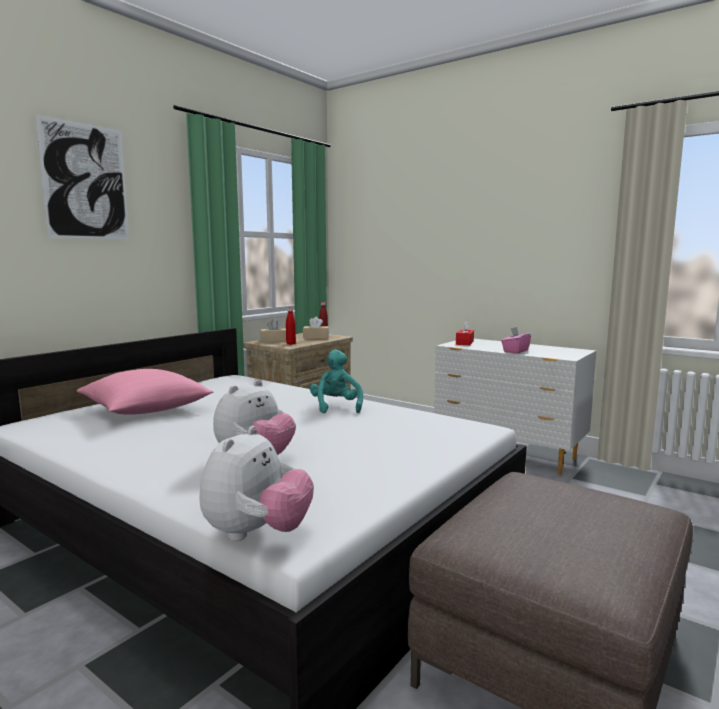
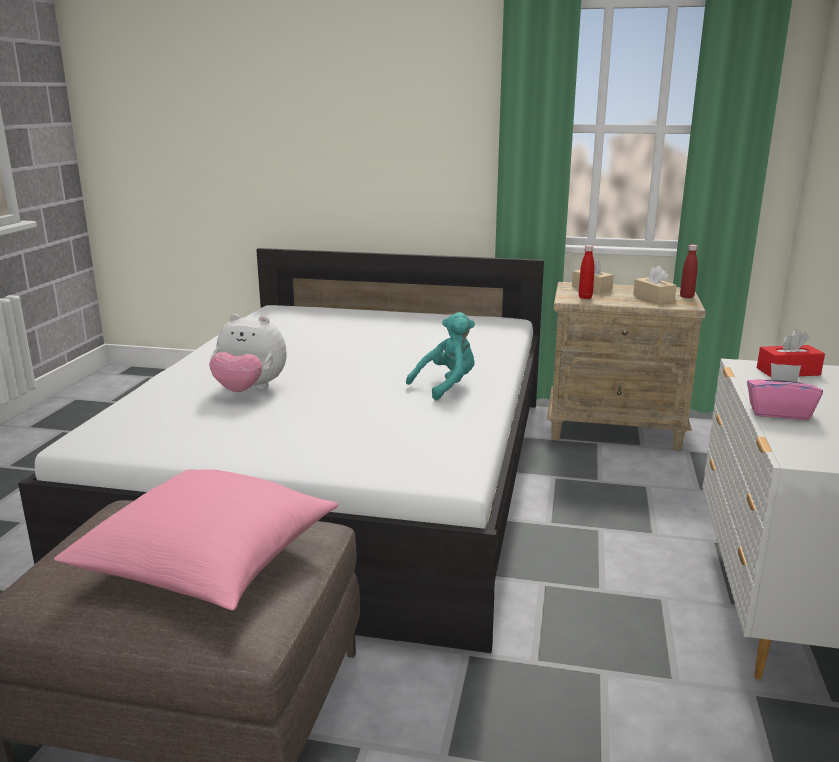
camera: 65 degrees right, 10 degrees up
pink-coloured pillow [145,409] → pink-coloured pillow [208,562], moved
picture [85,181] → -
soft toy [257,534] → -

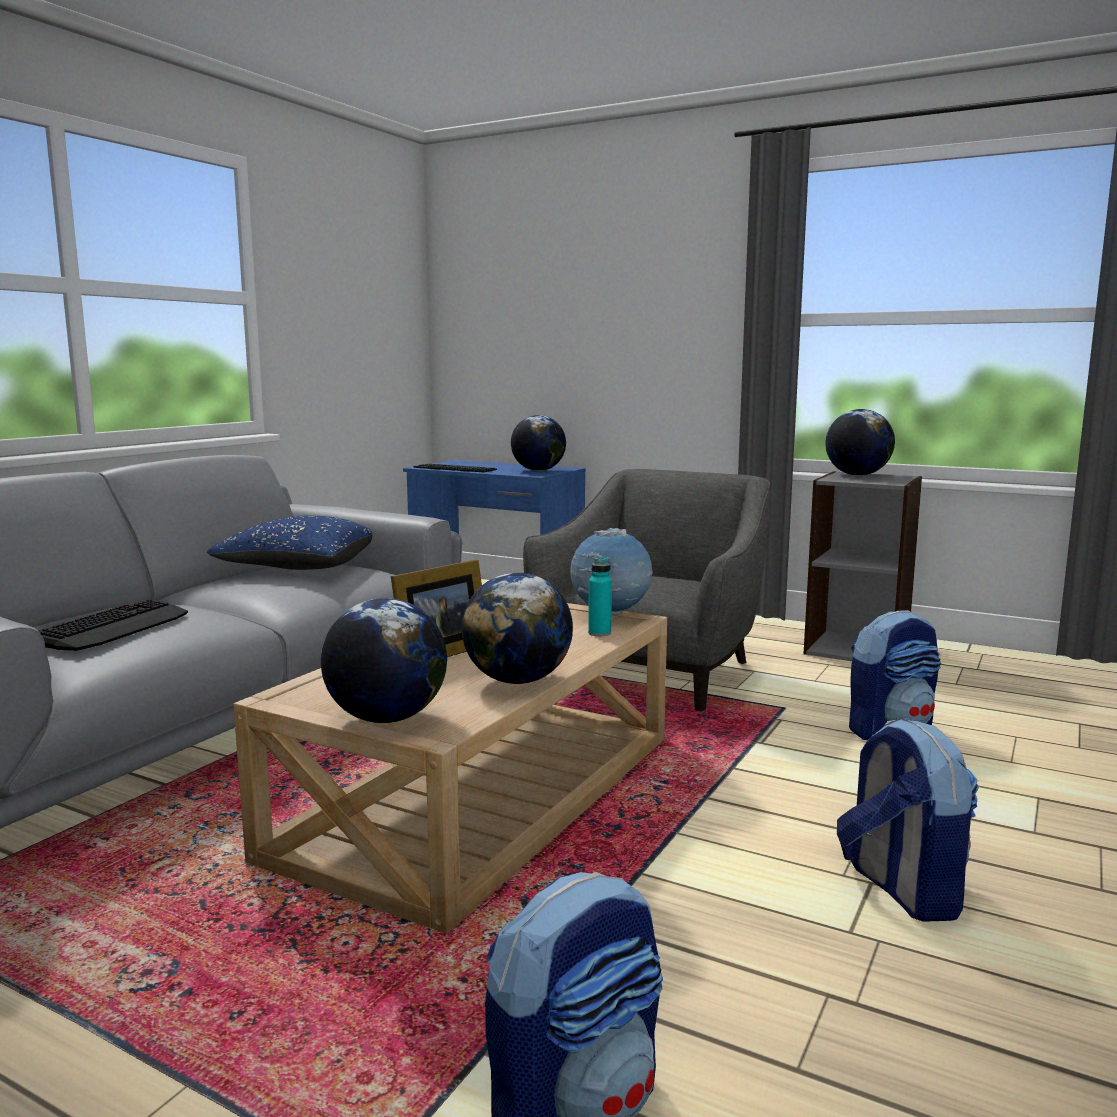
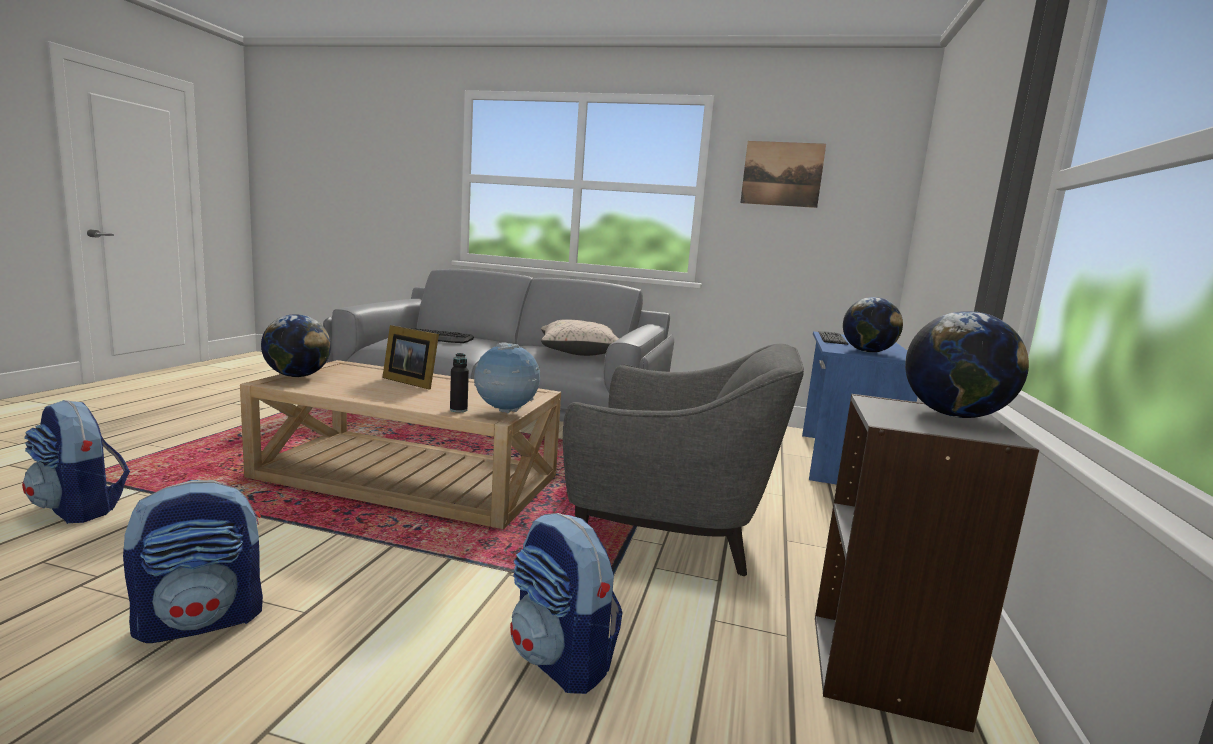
camera: 75 degrees right, 0 degrees up
turquoise bottle [599,633] → black bottle [458,410]
blue pillow [298,568] → beige pillow [579,352]
- → picture [782,174]
desk globe [518,680] → -

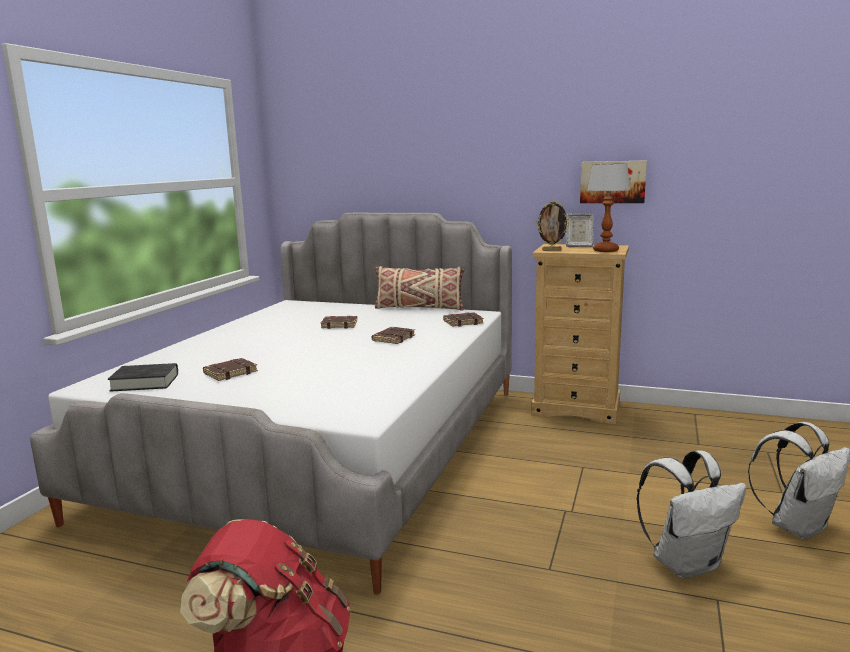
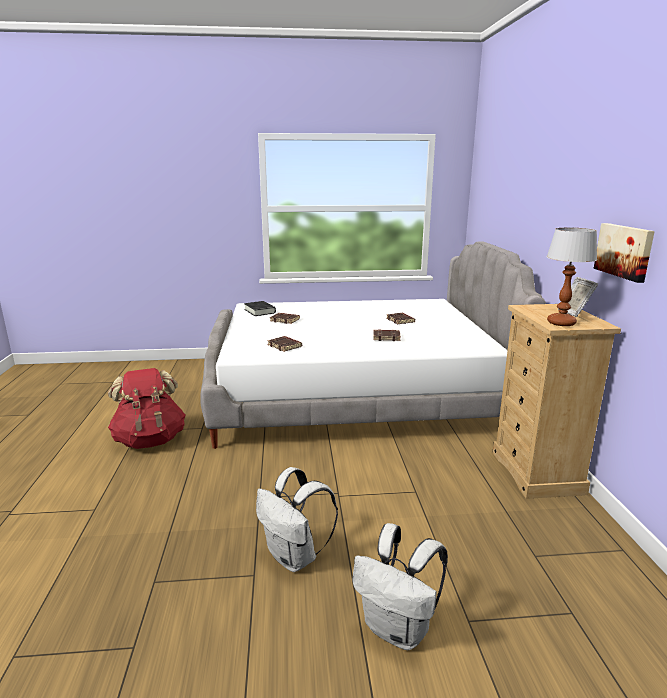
camera: 65 degrees right, 5 degrees up
brown bound book [463,322] → brown bound book [285,346], moved
beige pillow [419,308] → -
standing frame [551,250] → -

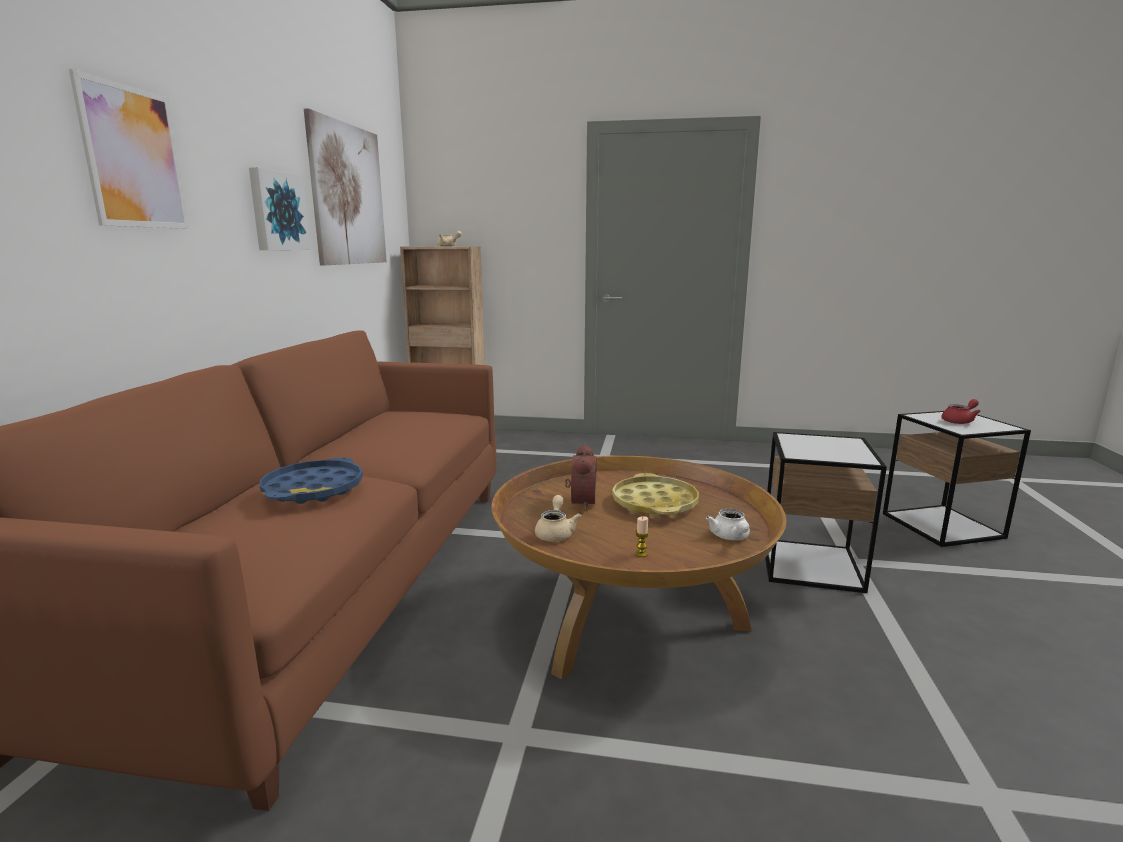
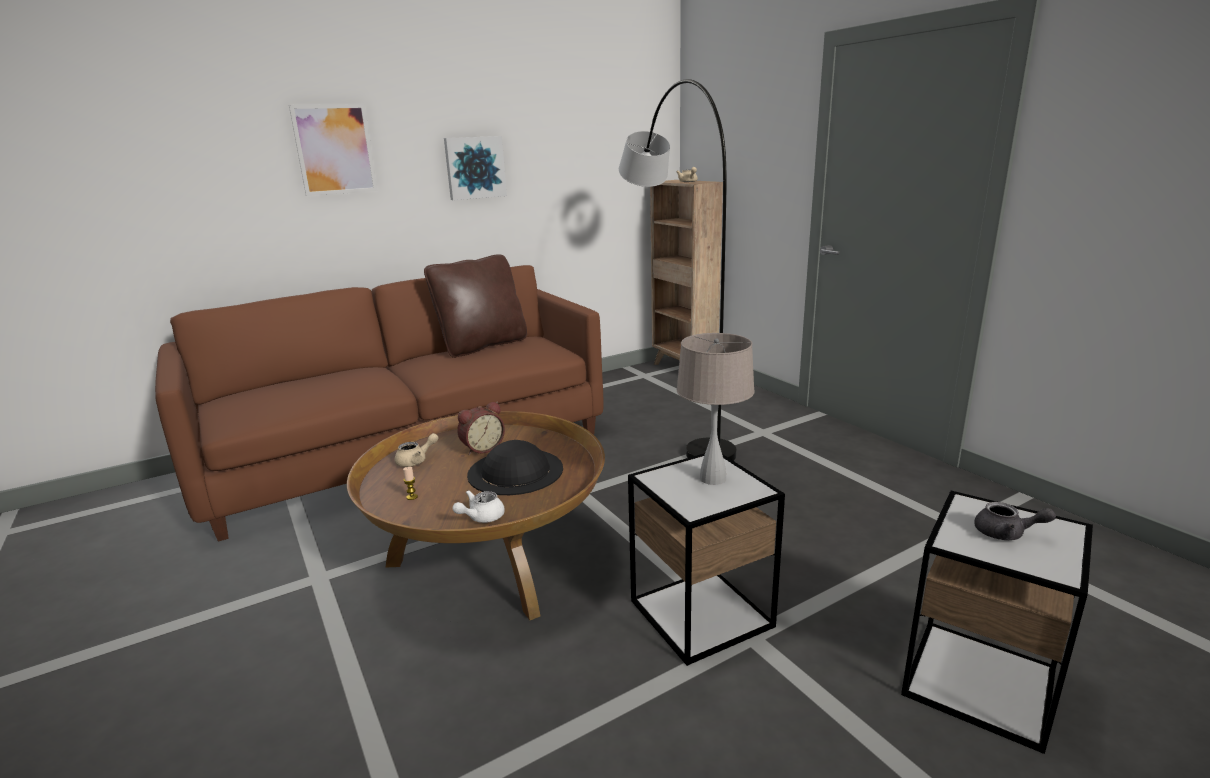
camera: 50 degrees right, 5 degrees up
- → brown pillow [482,345]
yellow carrying tray [655,503] → black hat [515,471]
- → greyish standing lamp [673,420]
- → beige tabletop lamp [713,478]
red tea pot [959,421] → greyish tea pot [1006,534]
blue carrying tray [313,489] → -
picture [348,195] → -

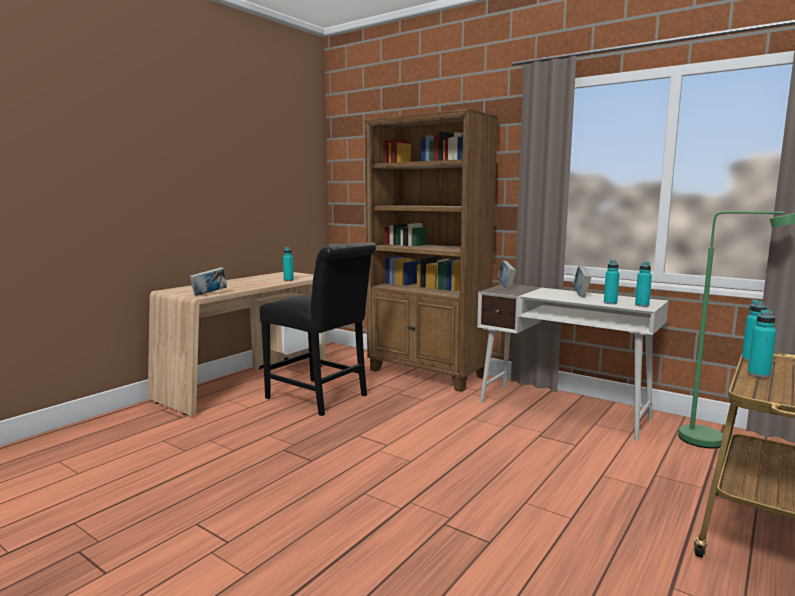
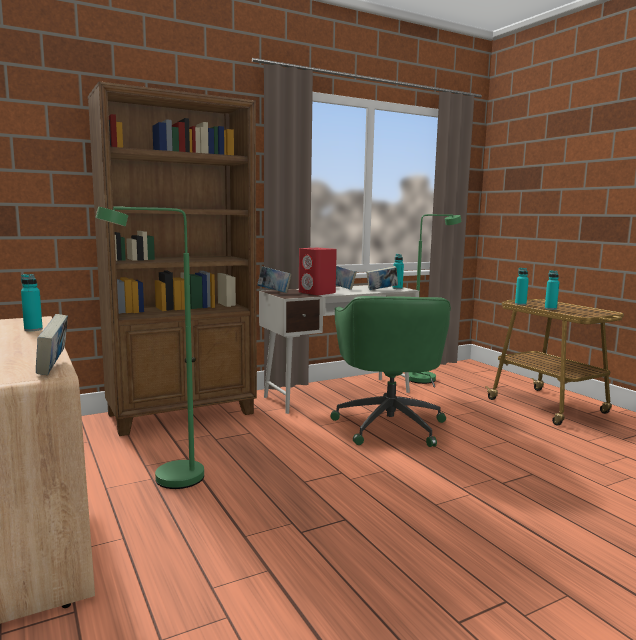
camera: 65 degrees left, 0 degrees up
black chair [320,398] → greenish standing lamp [166,481]
- → red speaker [317,293]
- → greenish computer chair [389,425]
turquoise bottle [610,303] → bound book [381,290]

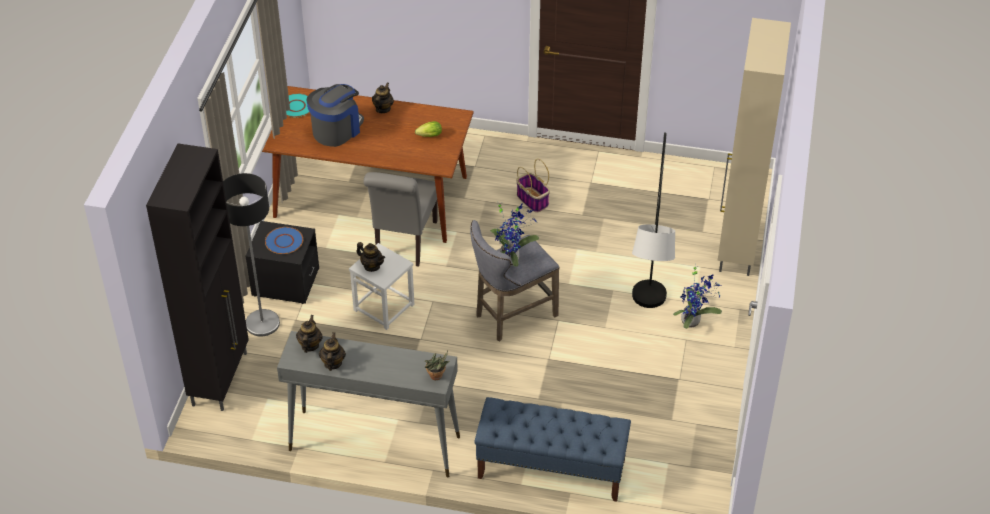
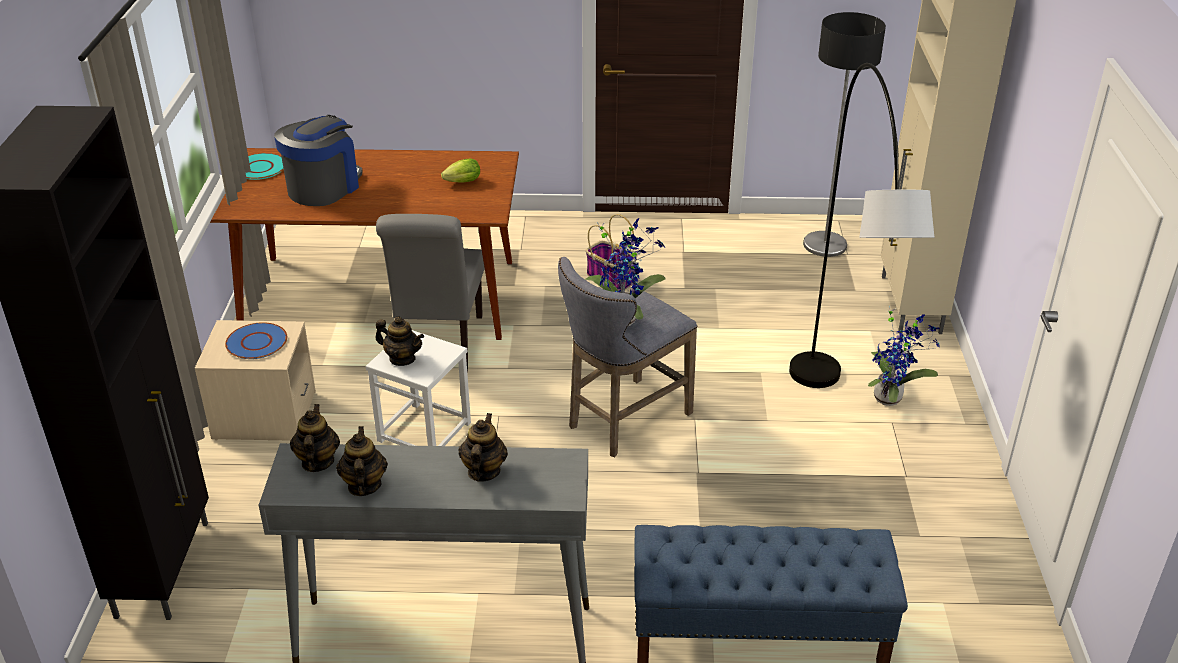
camera: 10 degrees left, 10 degrees down
black night table [285,282] → beige night table [264,416]
tea pot [383,109] → tea pot [483,471], moved
standing lamp [263,323] → standing lamp [825,245], moved
potted plant [437,377] → -

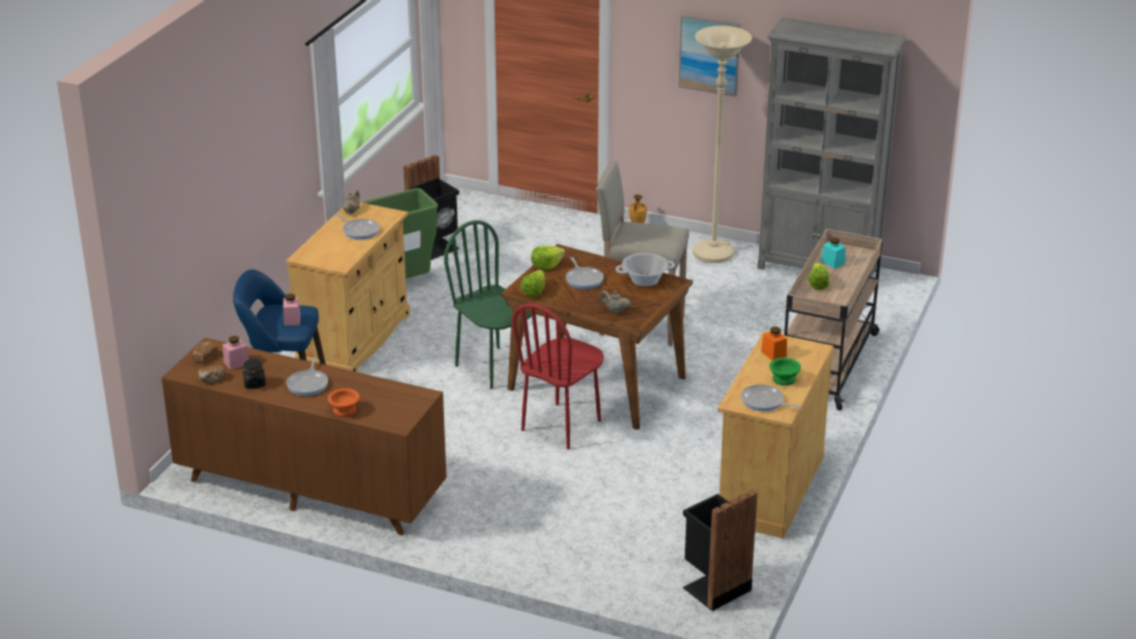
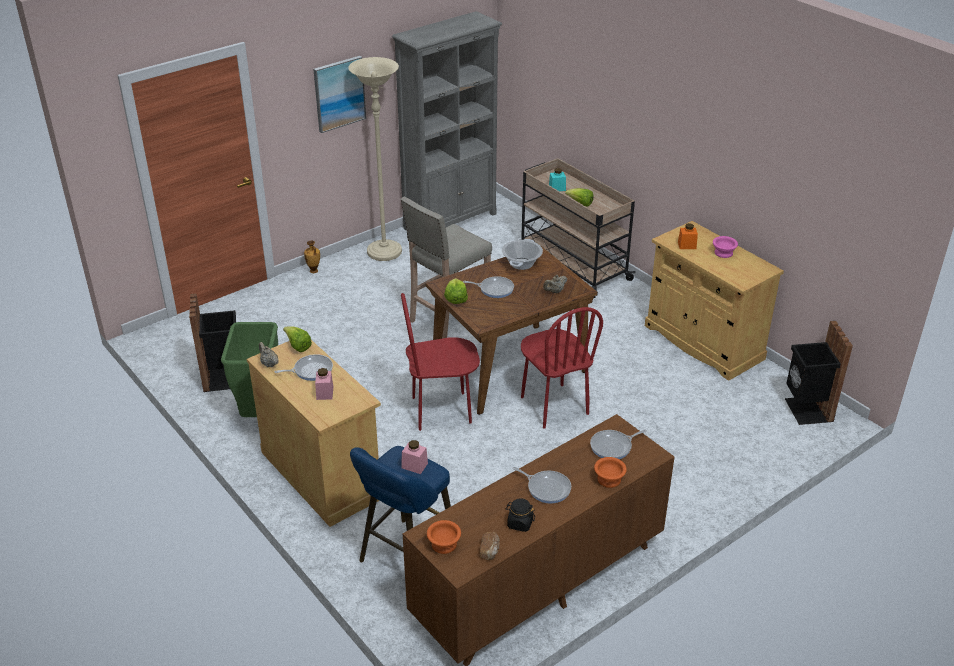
camera: 60 degrees left, 5 degrees up
lettuce head [534,291] → lettuce head [297,346], moved
pink-coloured storage jar [236,363] → pink-coloured storage jar [324,393], moved
greenish chair [494,368] → red chair [441,410]
baked bread [204,357] → orange-coloured bowl [443,544]
skillet [764,402] → skillet [613,447], moved
greenish bowl [783,379] → pink-coloured bowl [723,253]

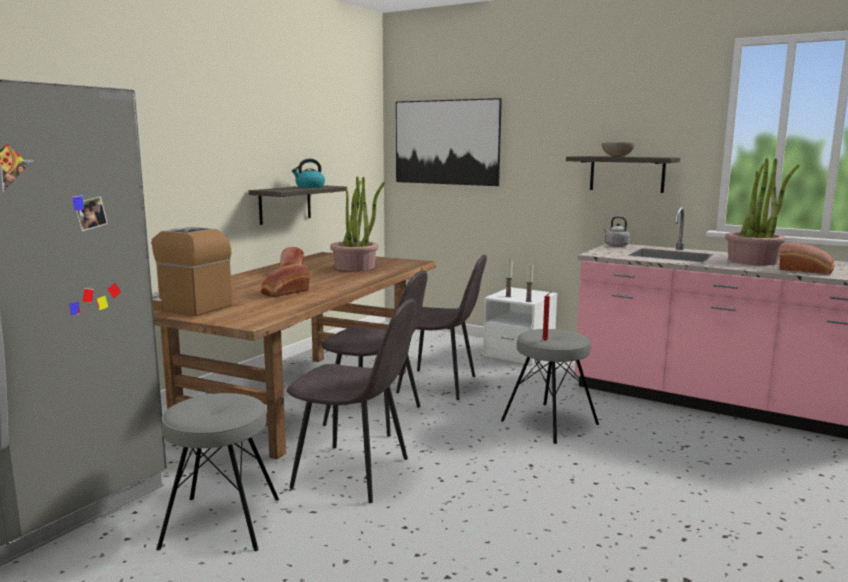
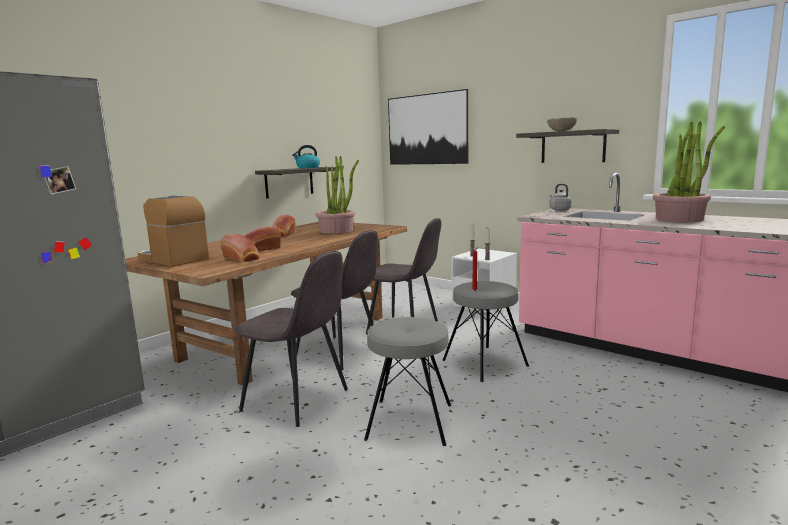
camera: 10 degrees right, 0 degrees up
baked bread [806,271] → baked bread [242,258], moved
greyish stool seat [222,523] → greyish stool seat [410,421], moved

